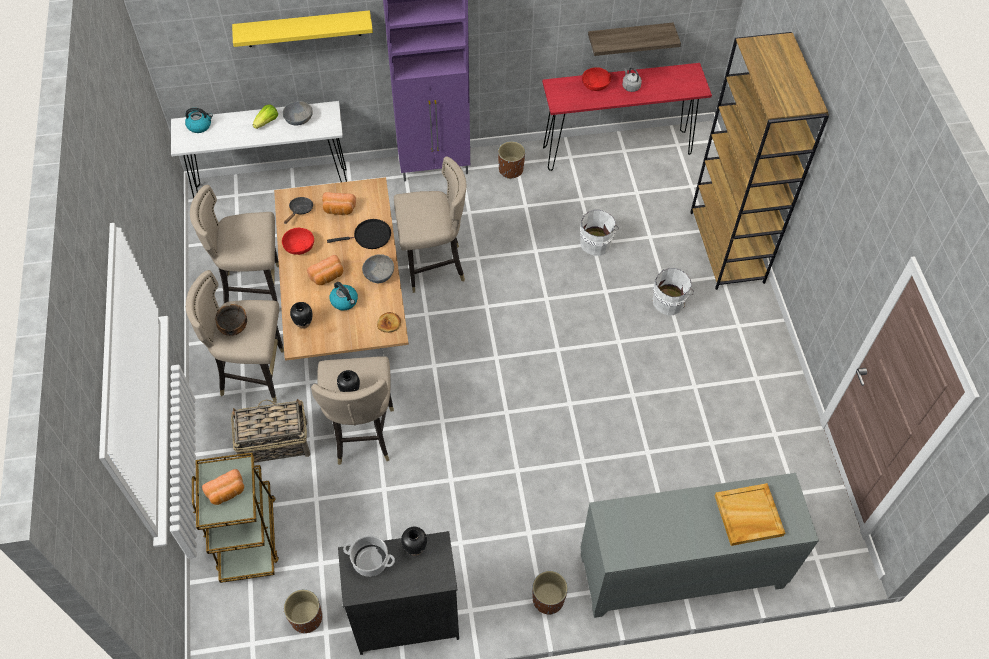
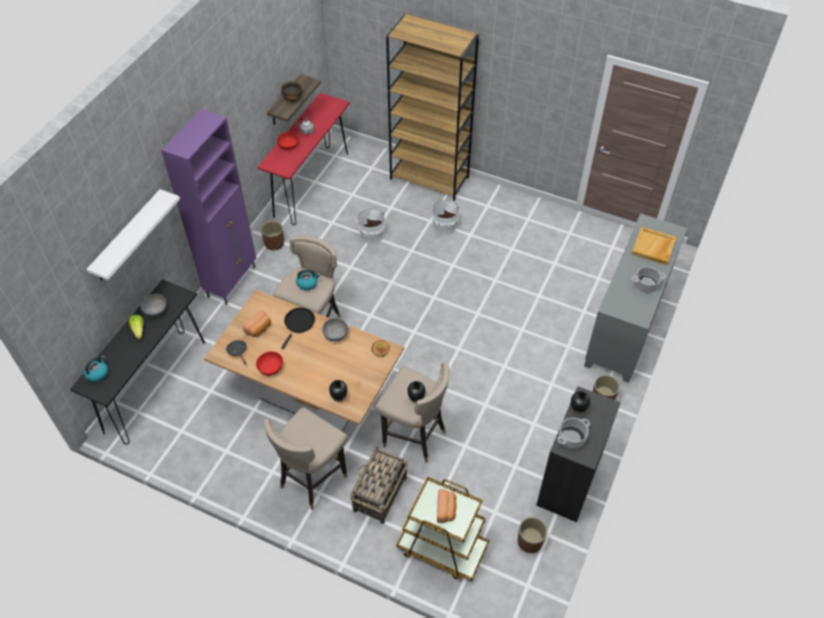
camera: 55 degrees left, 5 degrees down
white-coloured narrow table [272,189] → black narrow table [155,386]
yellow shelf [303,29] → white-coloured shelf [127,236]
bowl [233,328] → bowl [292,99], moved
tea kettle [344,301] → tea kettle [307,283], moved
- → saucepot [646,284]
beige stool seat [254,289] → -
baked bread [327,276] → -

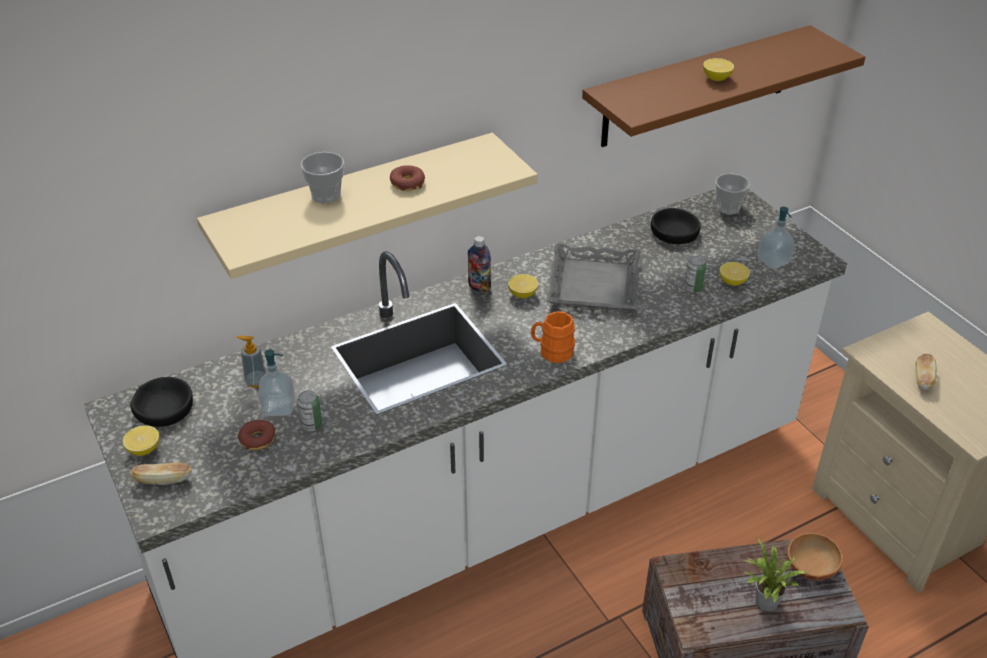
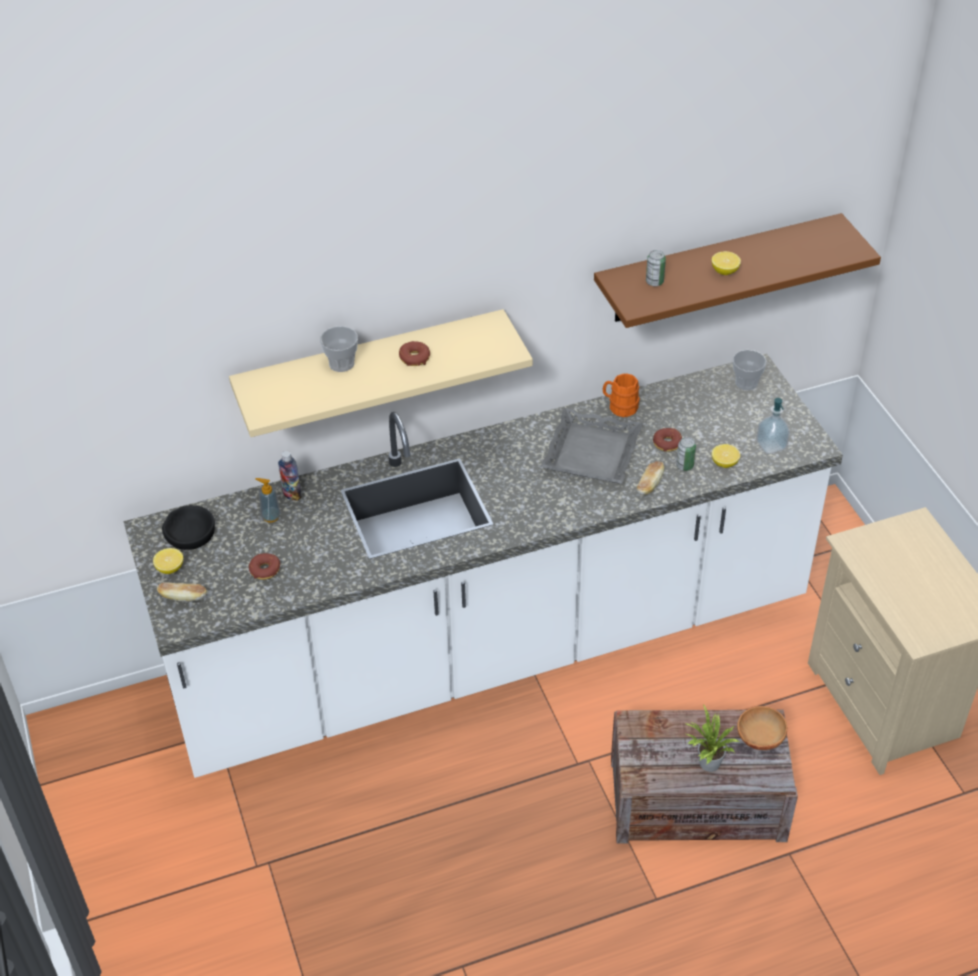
camera: 10 degrees right, 5 degrees up
bottle [479,287] → bottle [292,494], moved
orange-coloured coffee mug [552,351] → orange-coloured coffee mug [619,407], moved
baked bread [923,379] → baked bread [649,485], moved
can [311,425] → can [654,282], moved
- → ring doughnut [667,443]
soap dispenser [279,407] → -
lemon [523,294] → -
black bowl [674,233] → -

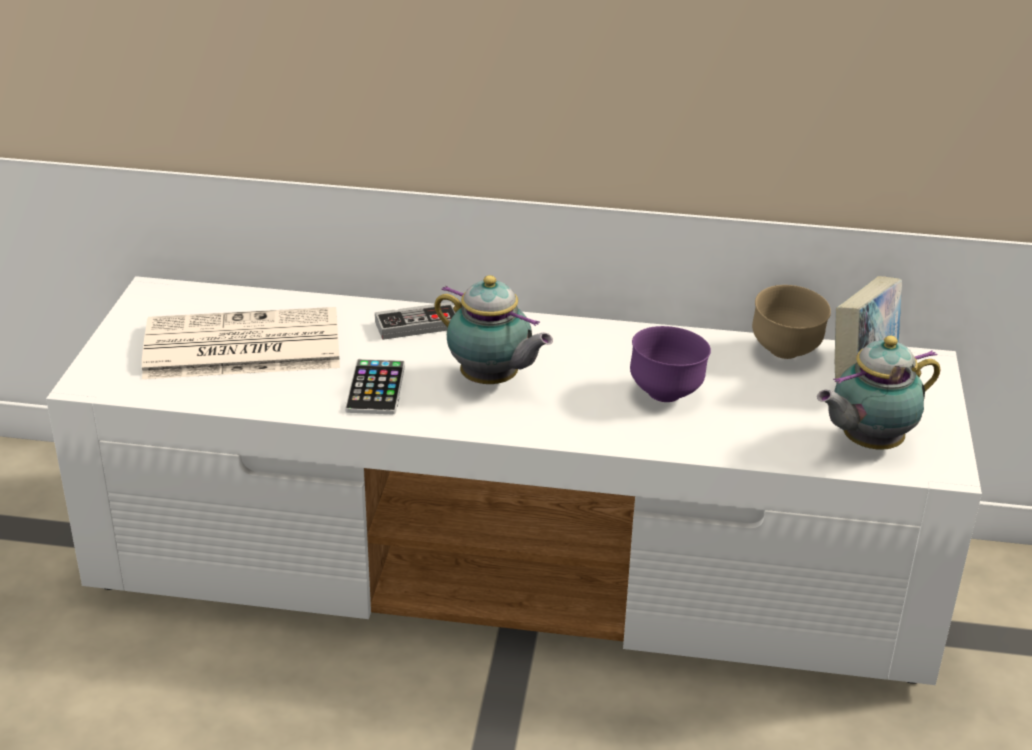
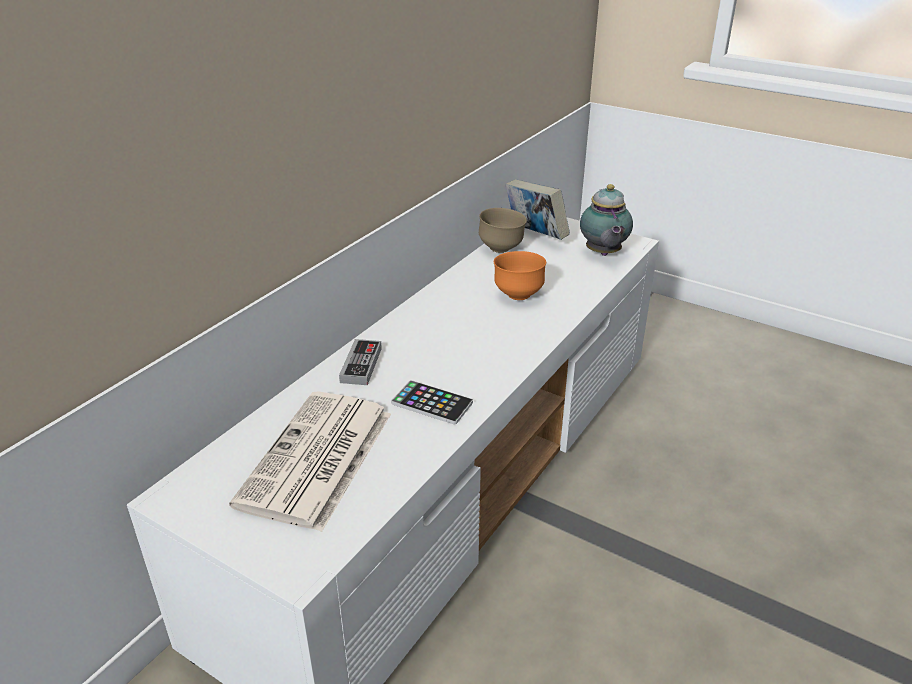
camera: 65 degrees left, 0 degrees up
purple-coloured bowl [666,394] → orange-coloured bowl [518,295]
tea pot [492,381] → -

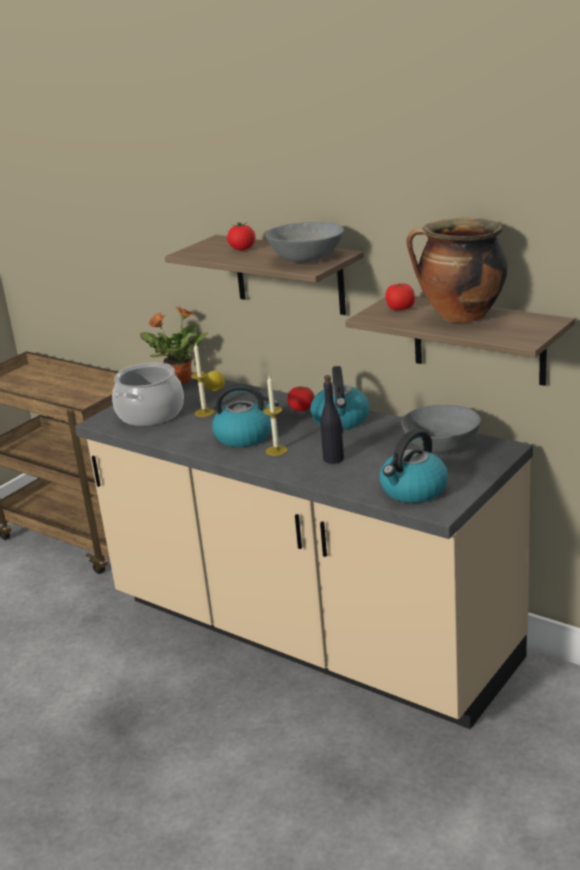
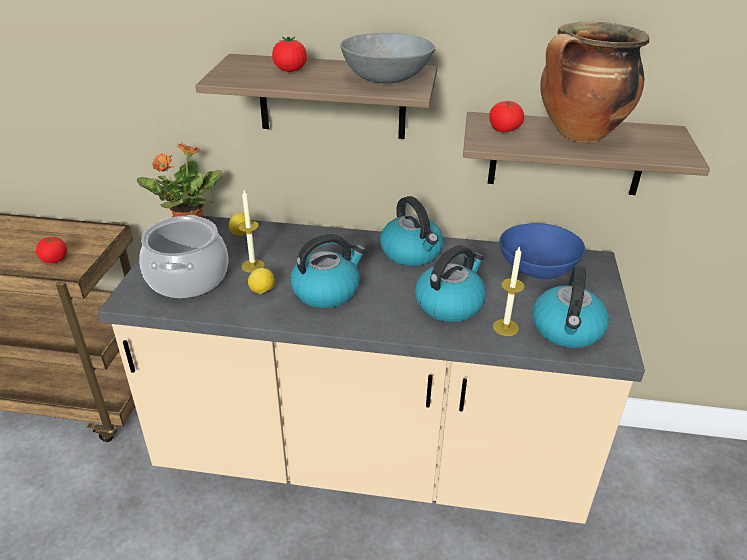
camera: 30 degrees left, 10 degrees up
whole tomato [302,408] → whole tomato [54,259], moved
- → lemon [262,291]
black bottle [334,459] → tea kettle [449,304]
candle [276,450] → candle [505,327], moved
greyish bowl [442,446] → blue bowl [538,268]

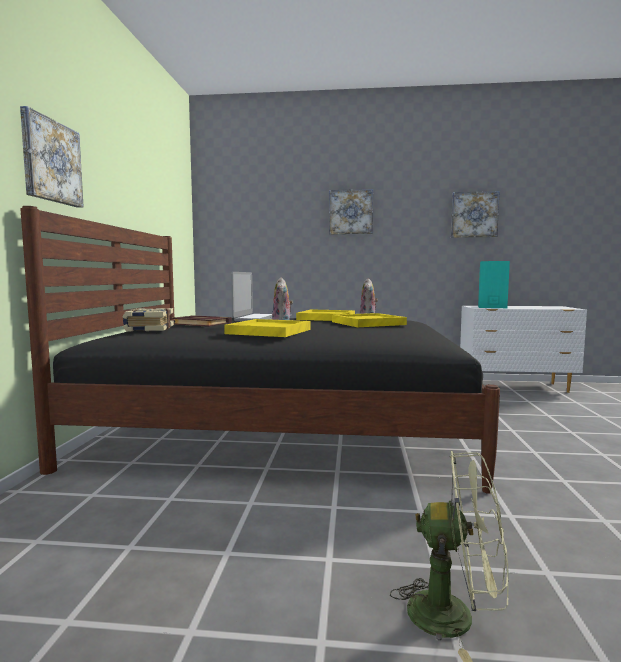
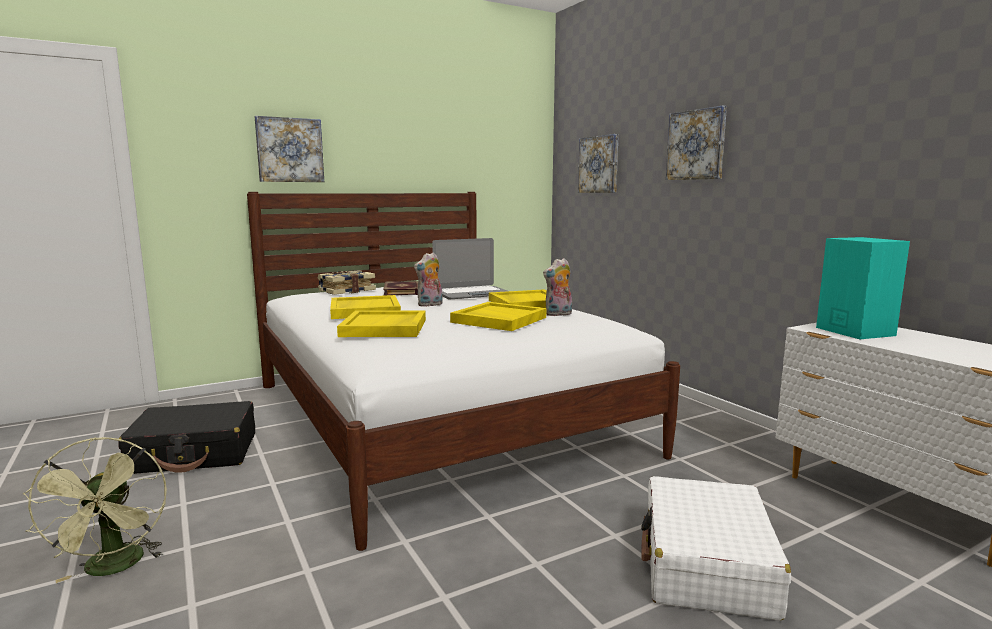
camera: 55 degrees right, 5 degrees up
- → black piece of luggage [195,453]
black sleeping bed [283,428] → white-coloured sleeping bed [438,417]
- → yellow carrying tray [385,328]
picture [474,215] → picture [599,164], moved
- → white-coloured piece of luggage [706,564]

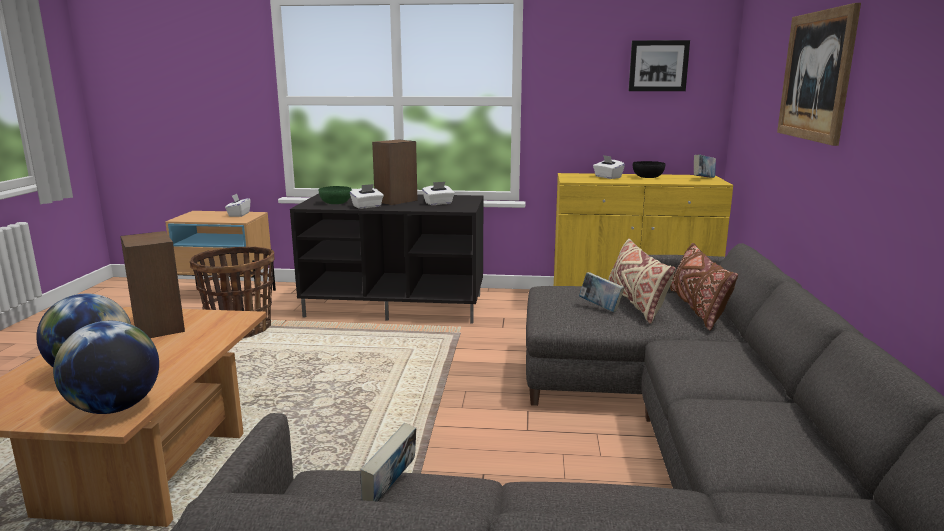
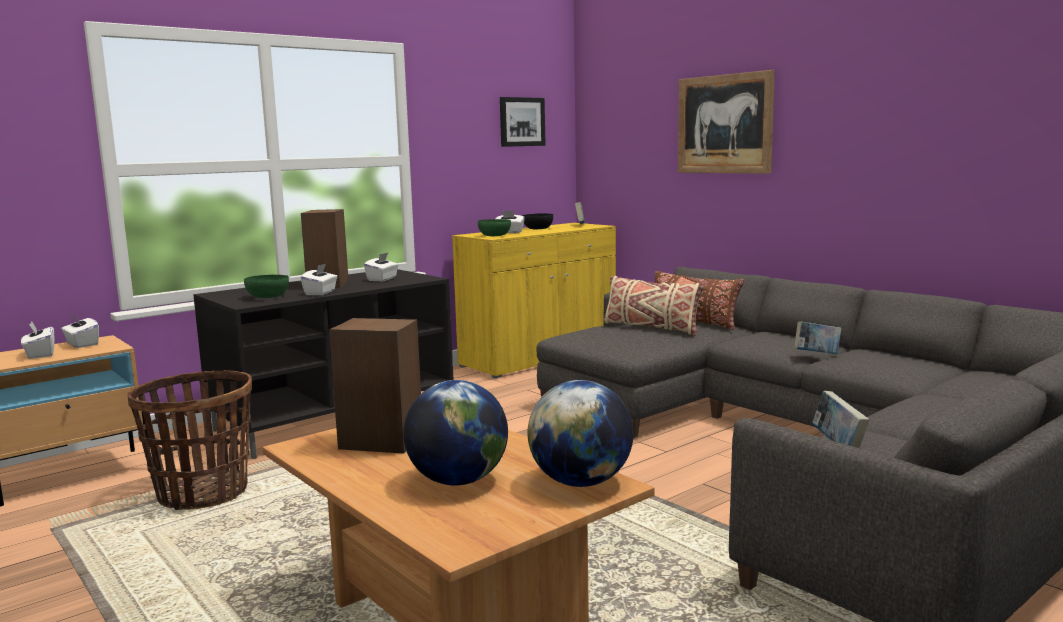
camera: 45 degrees left, 5 degrees down
- → white-coloured tissue box [40,354]
- → greenish bowl [494,235]
bound book [600,307] → bound book [817,354], moved

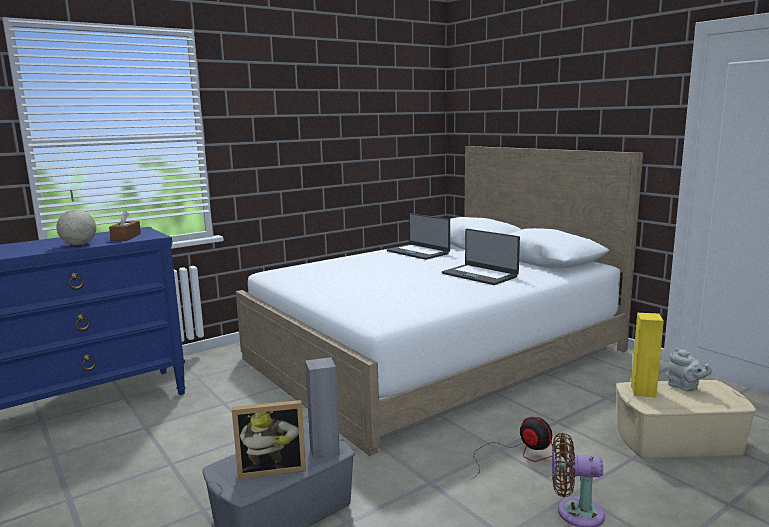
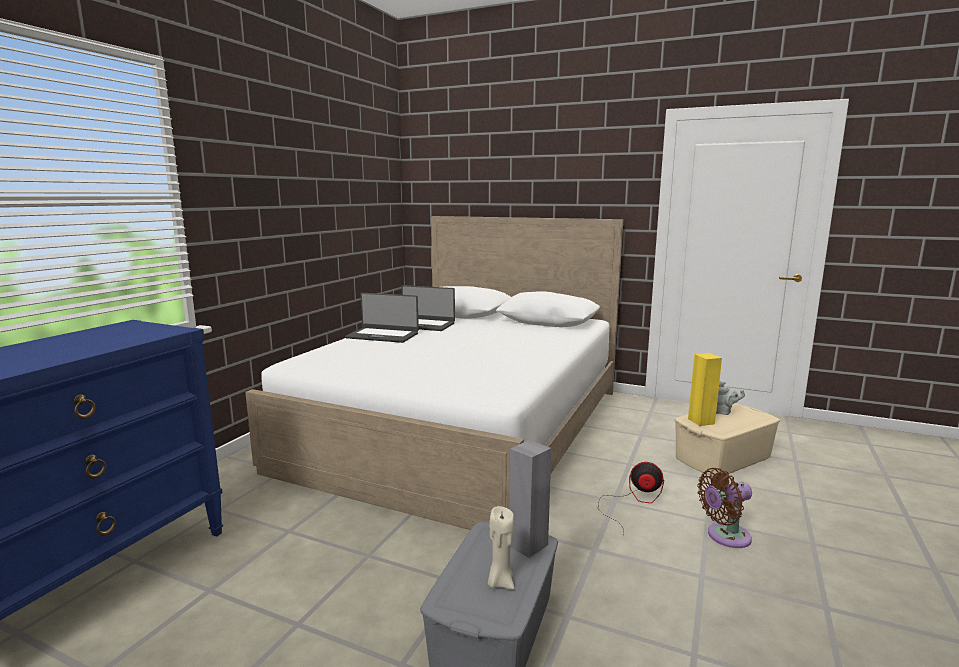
camera: 30 degrees left, 0 degrees up
portable computer [480,275] → portable computer [383,335], moved
standing frame [272,468] → beige candle [500,582]
desk globe [78,245] → -
brown tissue box [126,237] → -

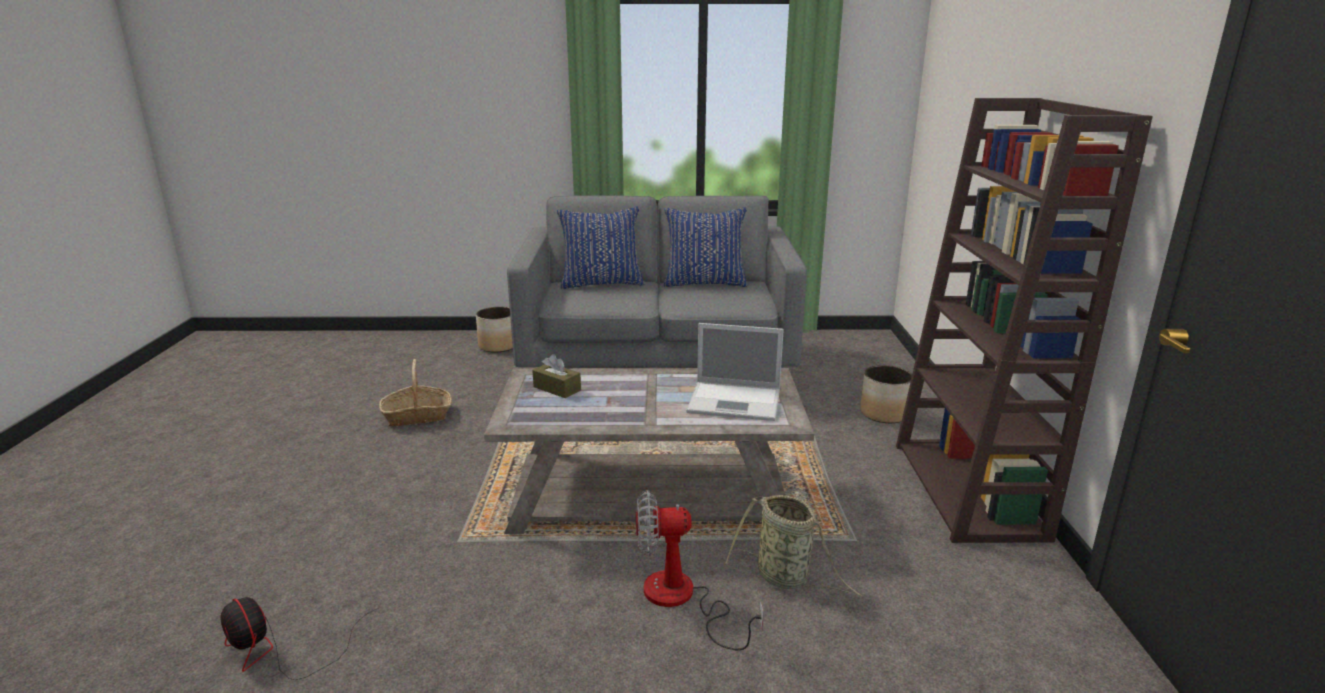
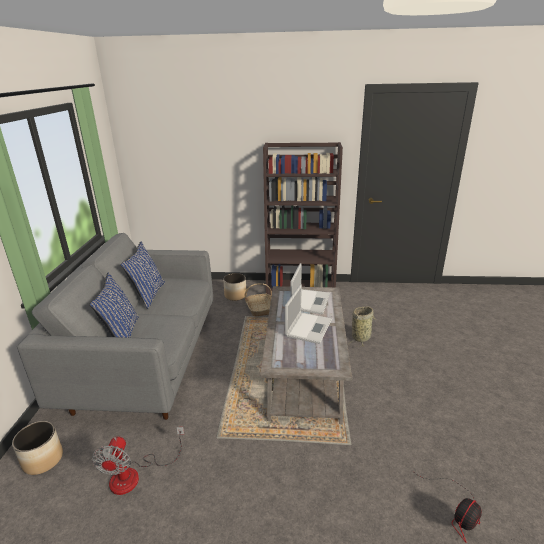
camera: 85 degrees left, 5 degrees up
electric fan [682,600] → electric fan [135,475], moved
basket [417,415] → basket [259,308], moved
- → portable computer [309,327]
brown tissue box [557,388] → -

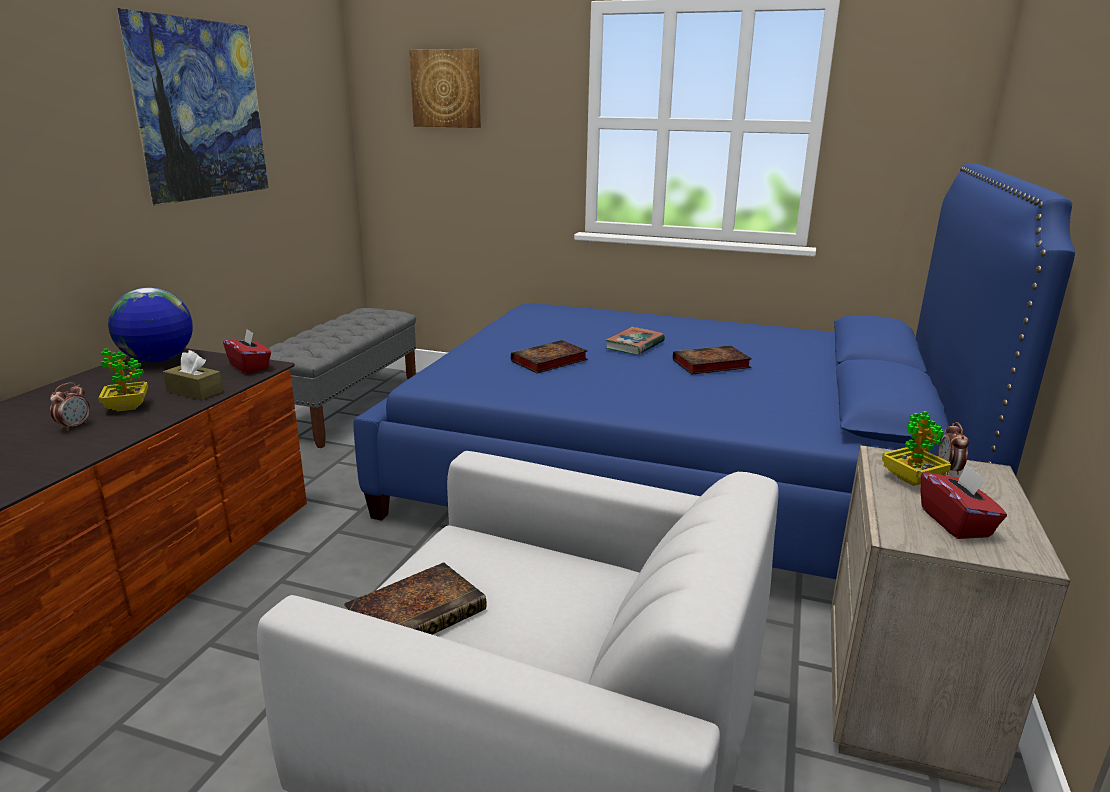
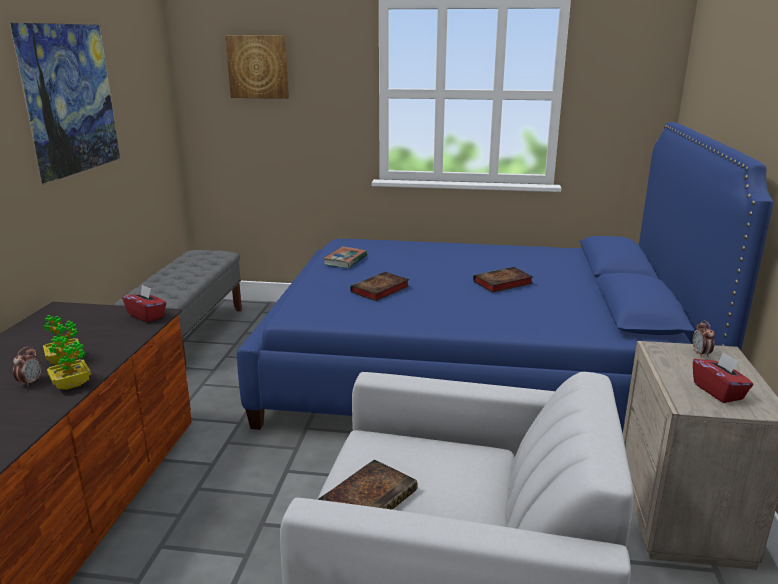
camera: 10 degrees left, 0 degrees up
potted plant [912,479] → potted plant [71,384], moved
bound book [635,345] → bound book [345,260], moved
desk globe [157,360] → -
brown tissue box [195,391] → -

